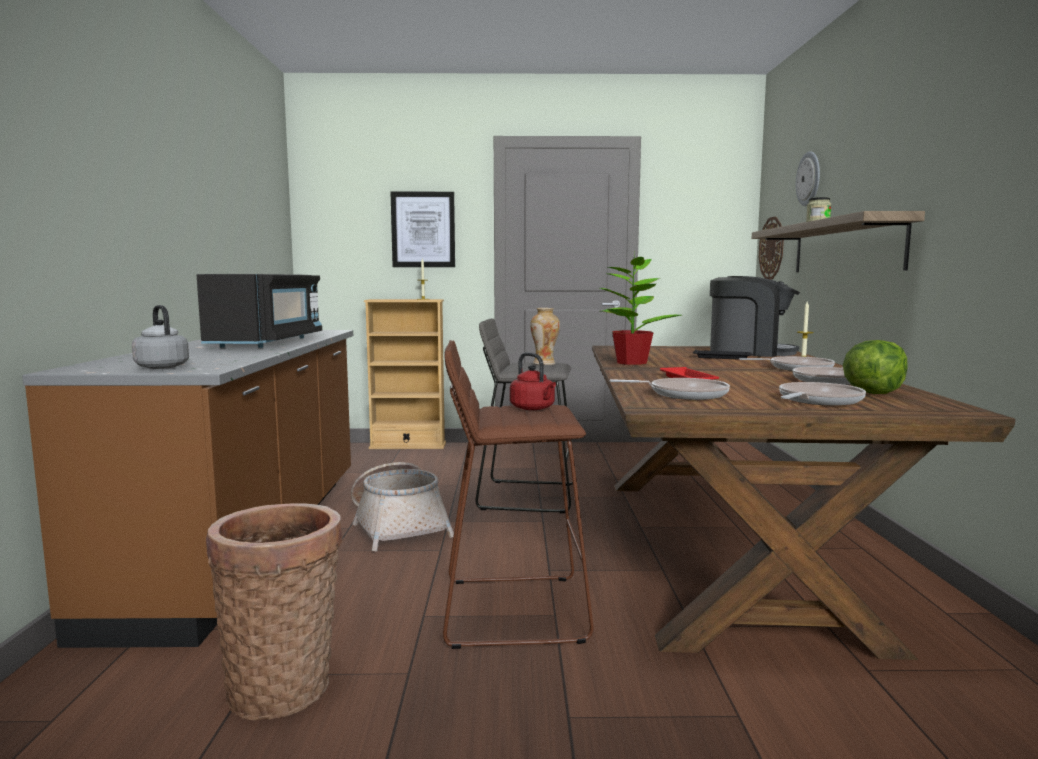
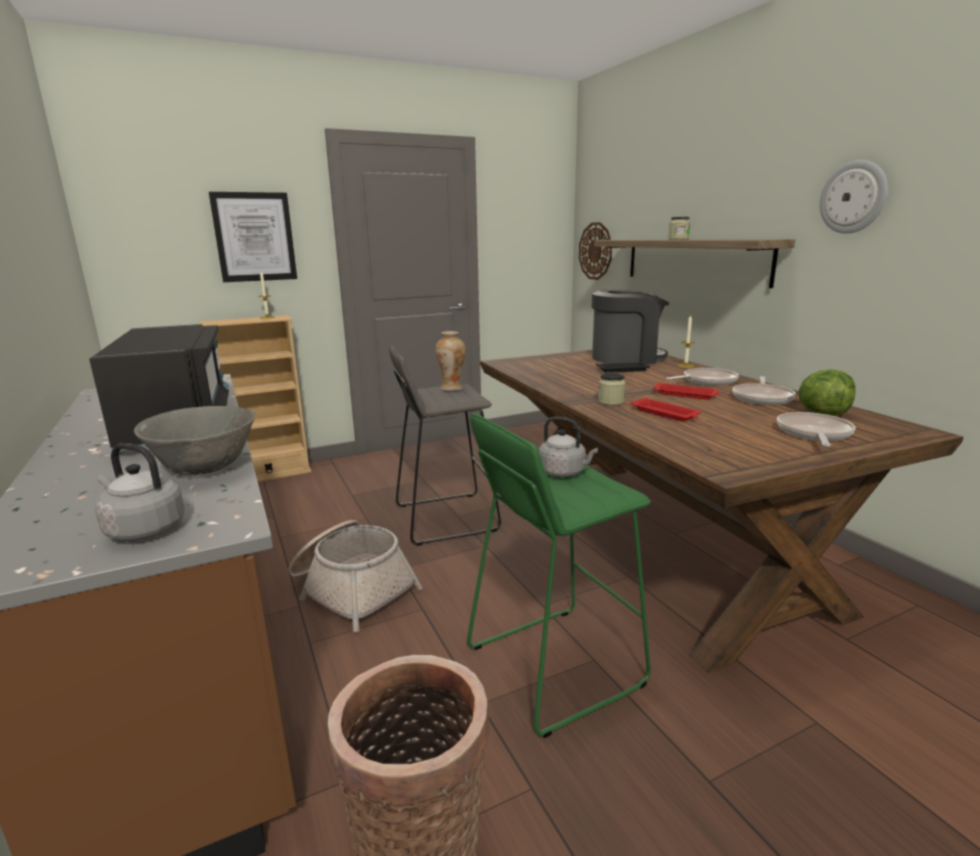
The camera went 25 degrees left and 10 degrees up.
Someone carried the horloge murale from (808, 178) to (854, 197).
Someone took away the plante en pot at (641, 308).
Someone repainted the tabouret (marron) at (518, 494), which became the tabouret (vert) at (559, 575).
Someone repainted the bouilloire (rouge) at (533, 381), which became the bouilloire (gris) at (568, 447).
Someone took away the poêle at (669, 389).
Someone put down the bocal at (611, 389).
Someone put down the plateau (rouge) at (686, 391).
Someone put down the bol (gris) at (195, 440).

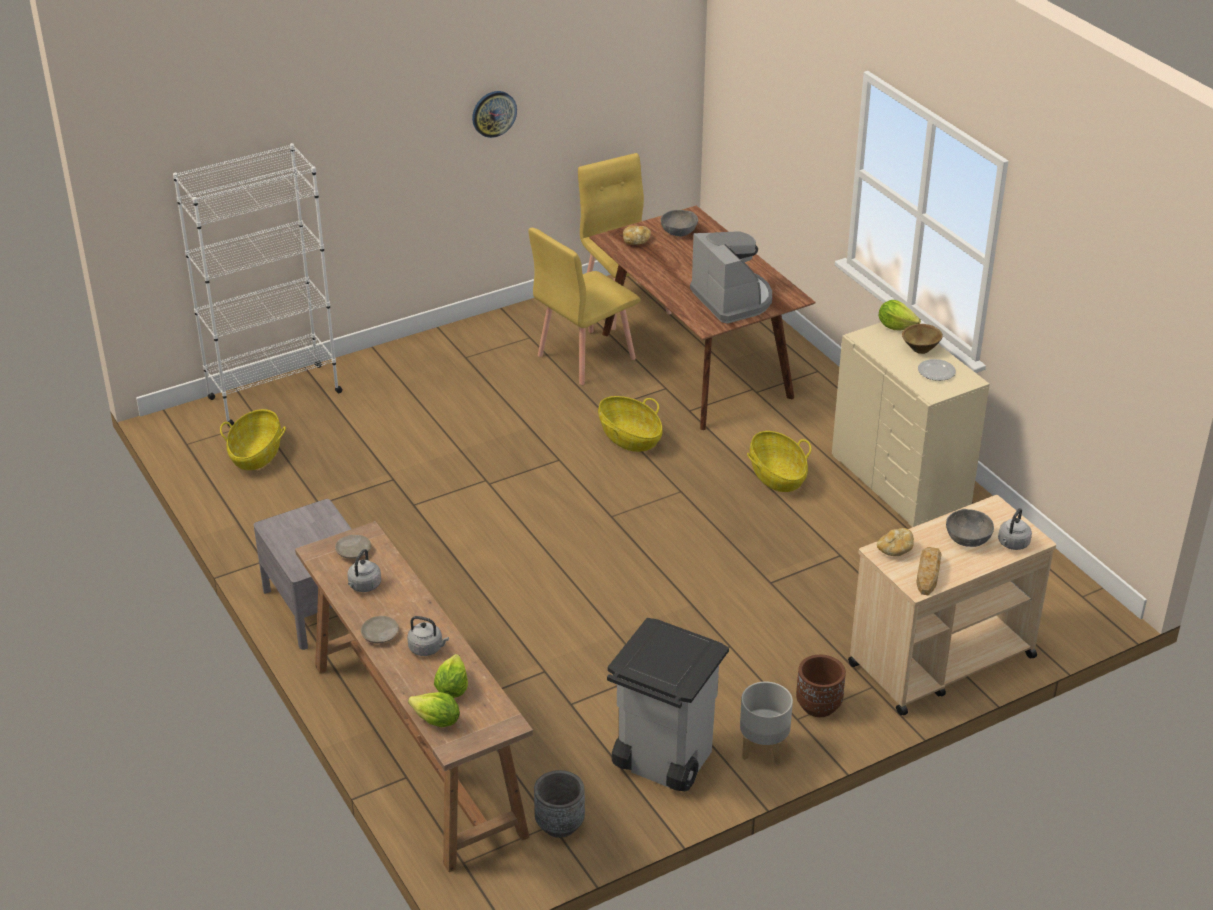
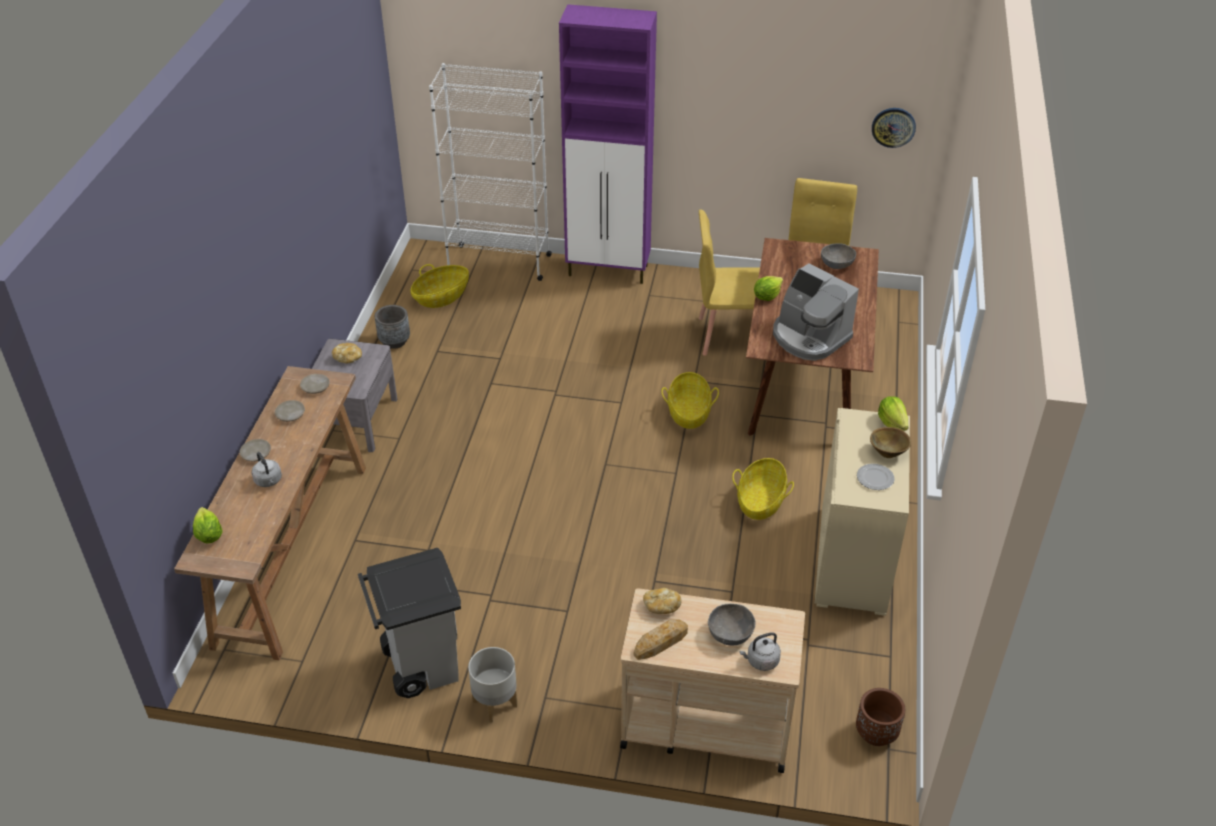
The camera went 40 degrees right and 5 degrees up.
Someone carried the horloge murale from (494, 114) to (894, 128).
Someone carried the pain from (637, 235) to (347, 353).
Someone rotated the machine à café at (731, 277) by 120 degrees clockwise.
Someone swapped the bouilloire (gris) at (364, 570) for the assiette (beige) at (290, 411).
Someone carried the laitue from (451, 676) to (768, 288).
Someone carried the cache-pot (marron) from (821, 686) to (880, 717).
Someone carried the cache-pot (gris) from (559, 804) to (392, 327).
Someone put down the meuble de rangement (violet) at (608, 144).

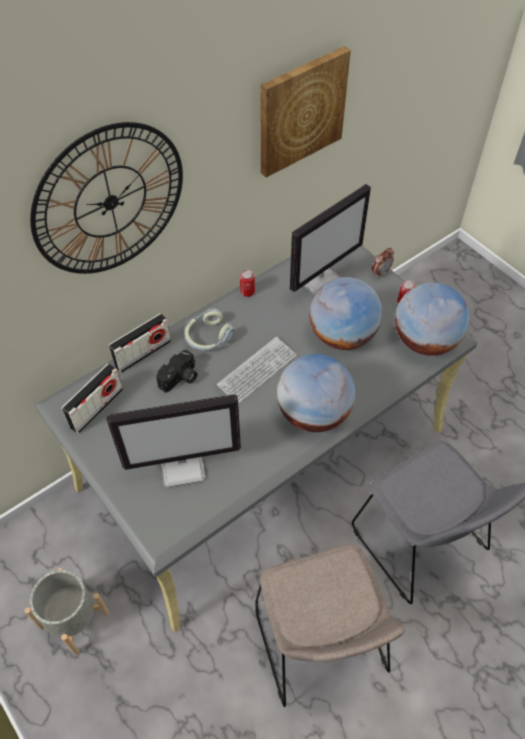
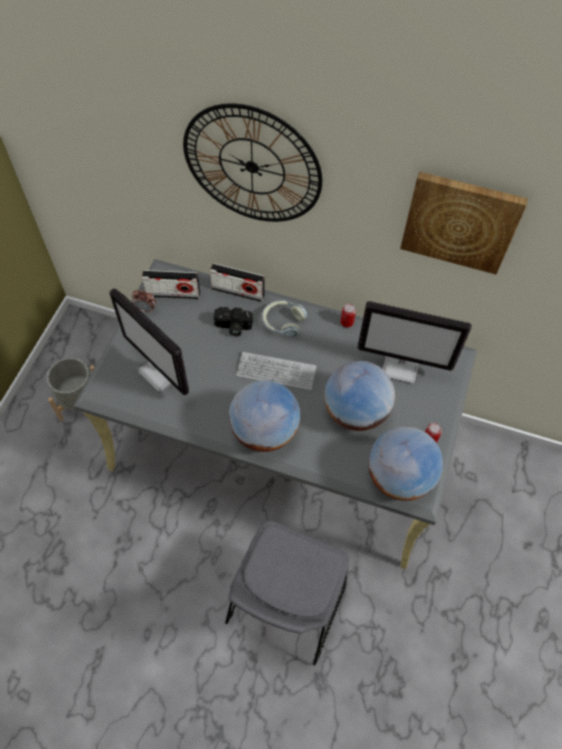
The camera went 55 degrees right and 5 degrees up.
Someone carried the réveil from (383, 263) to (144, 301).
Someone took away the chaise (beige) at (330, 625).

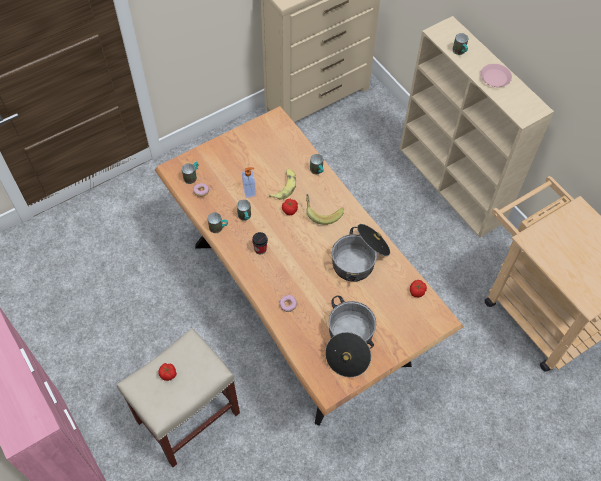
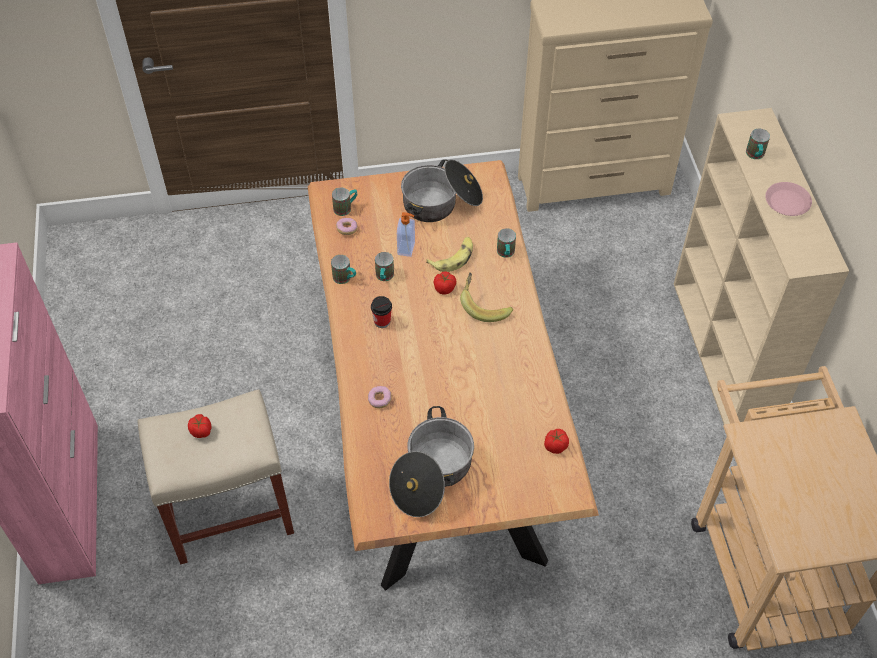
The camera went 25 degrees right and 5 degrees down.
Someone carried the marmite from (361, 252) to (442, 190).

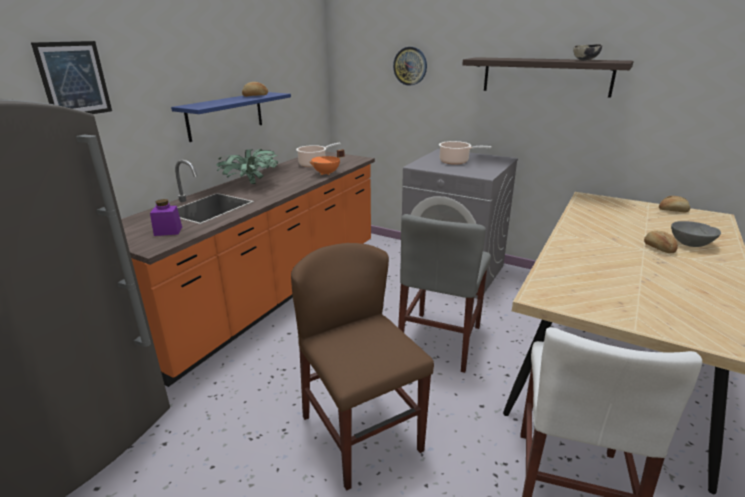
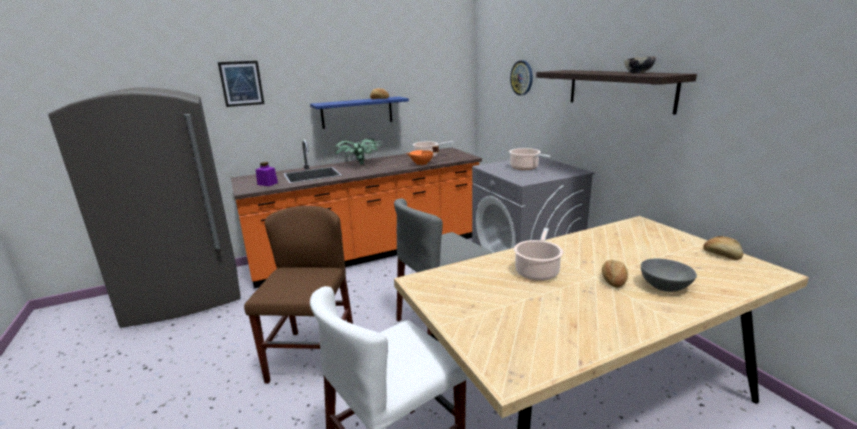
The camera went 35 degrees right and 5 degrees down.
Someone put down the marmite at (538, 254).

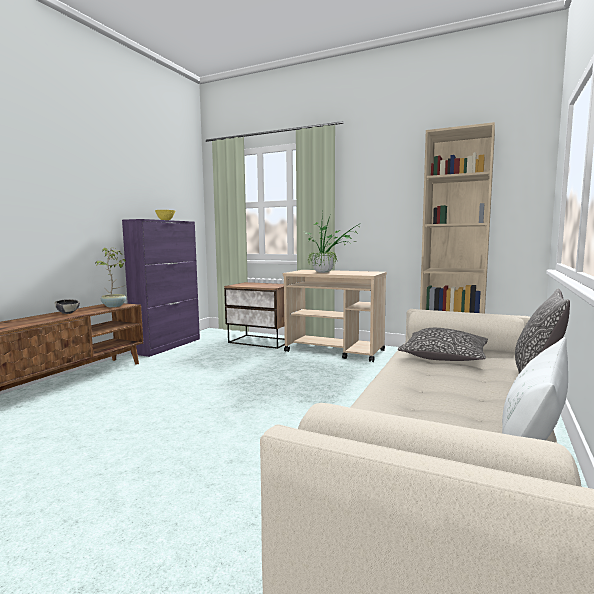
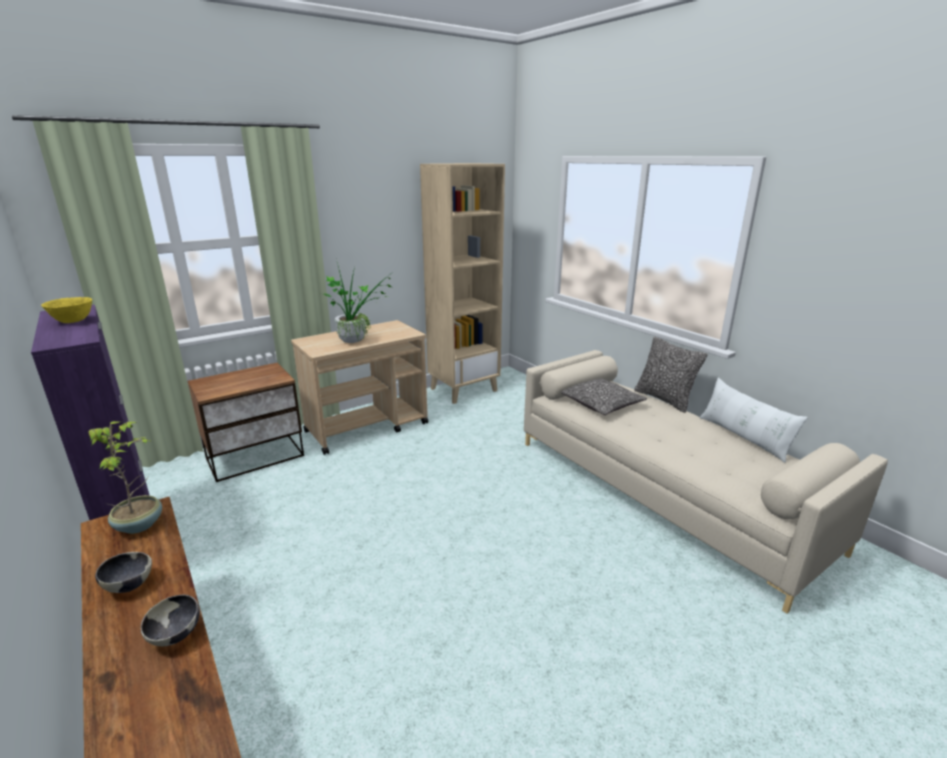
The camera went 60 degrees left and 15 degrees up.
Someone put down the bol at (170, 620).

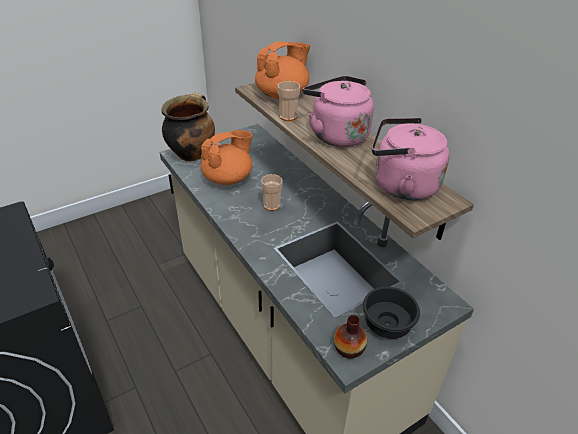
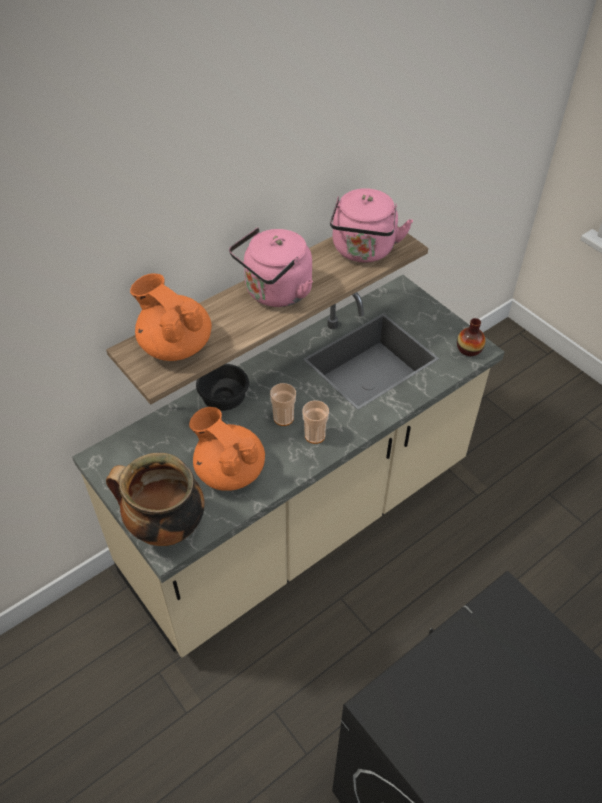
The camera went 95 degrees left and 10 degrees up.
Someone carried the tasse from (289, 101) to (316, 422).
Someone carried the bol (noir) from (391, 313) to (222, 387).

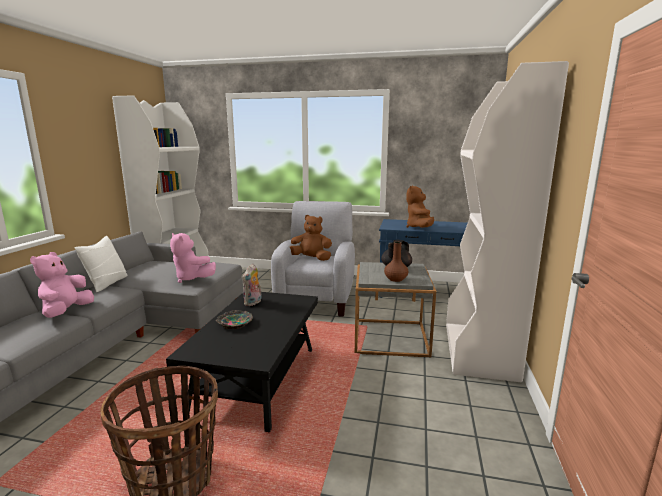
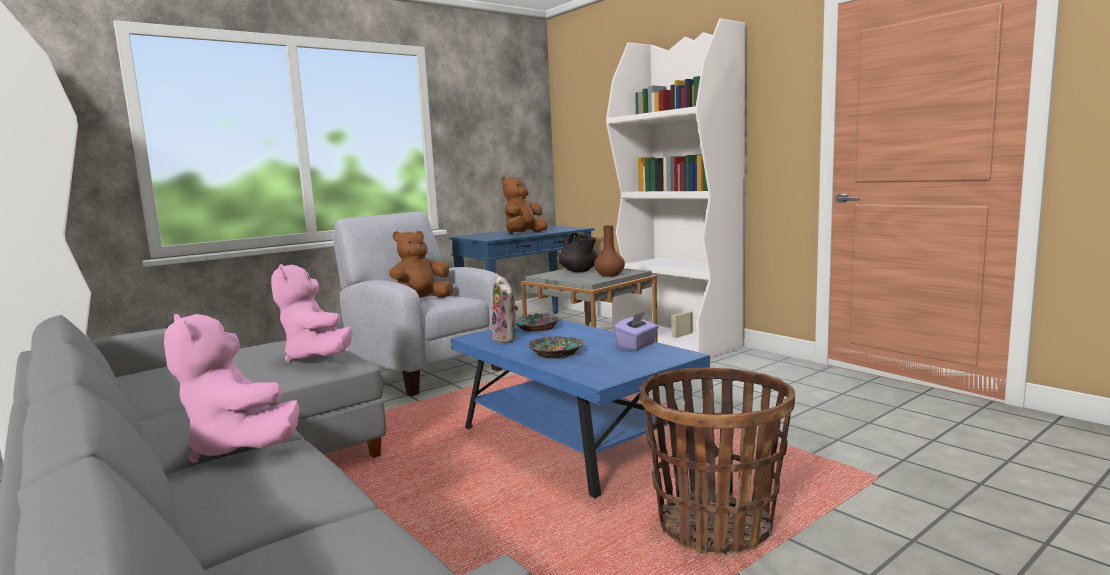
The camera went 50 degrees left and 5 degrees down.
Someone rotated the peluche (marron) at (420, 207) by 75 degrees clockwise.
Someone rotated the peluche (rose) at (193, 258) by 75 degrees clockwise.
Someone took away the coussin (blanc) at (101, 264).
Someone repainted the table basse (noir) at (242, 362), which became the table basse (bleu) at (580, 408).
Someone put down the boîte à mouchoirs (violet) at (635, 331).
Someone put down the bol at (538, 322).

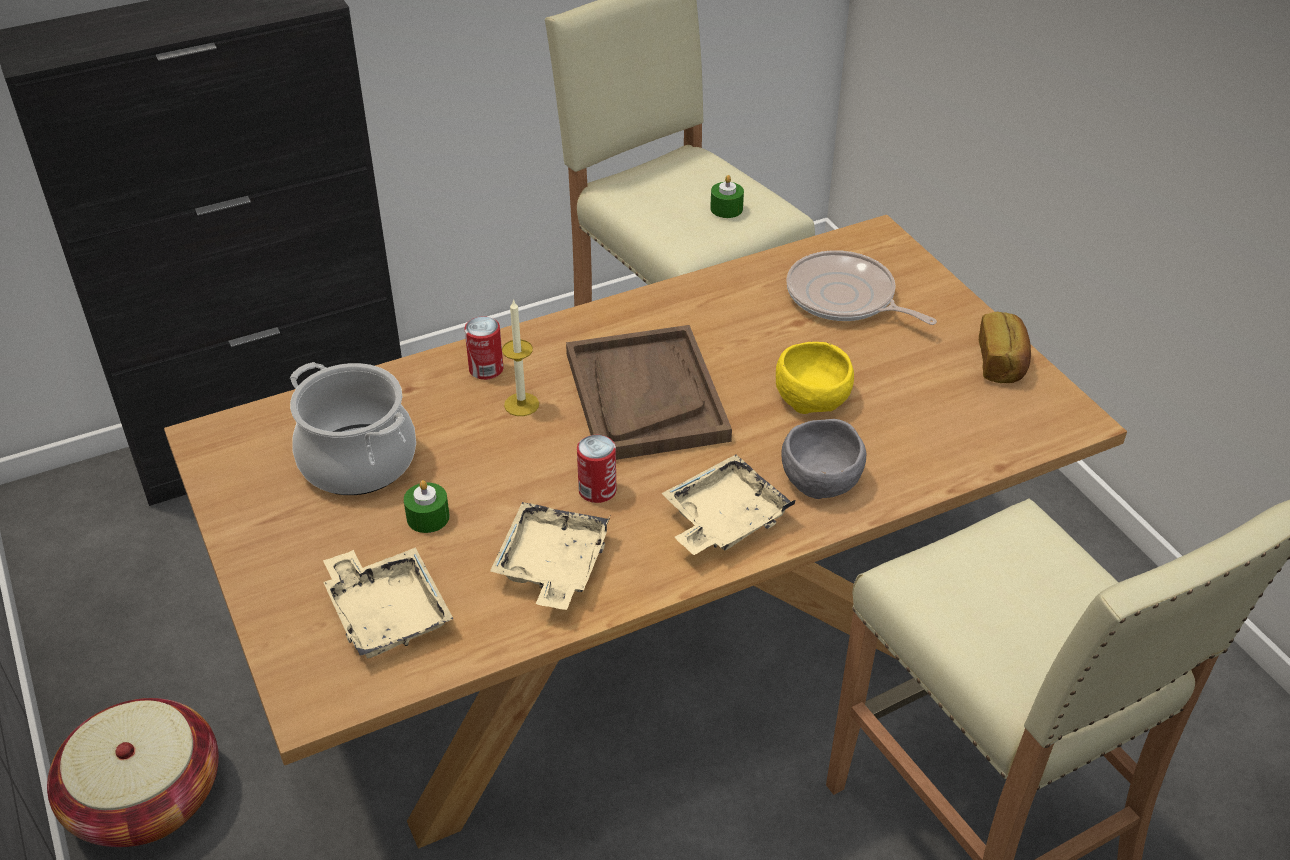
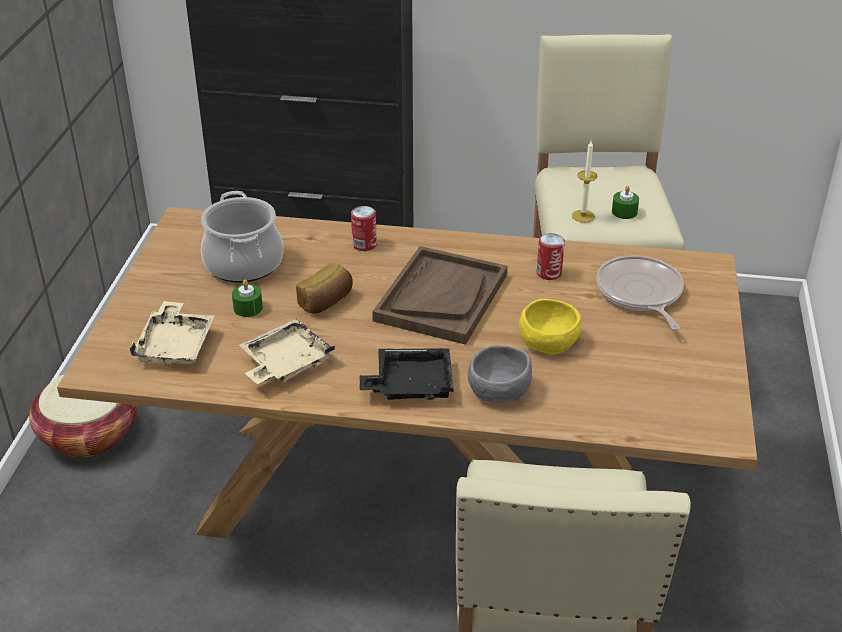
The camera went 35 degrees right and 5 degrees down.
Someone carried the bougie from (520, 357) to (585, 182).
Someone carried the pain from (1005, 347) to (324, 288).
Someone carried the boîte métallique from (596, 469) to (551, 256).
Someone repainted the plateau (beige) at (728, 505), which became the plateau (noir) at (407, 374).

